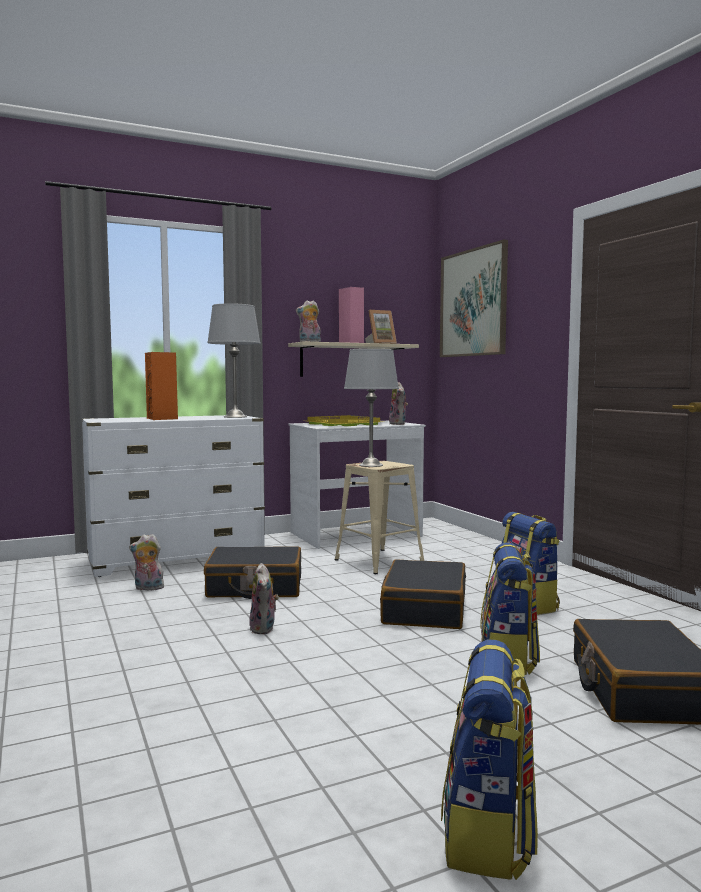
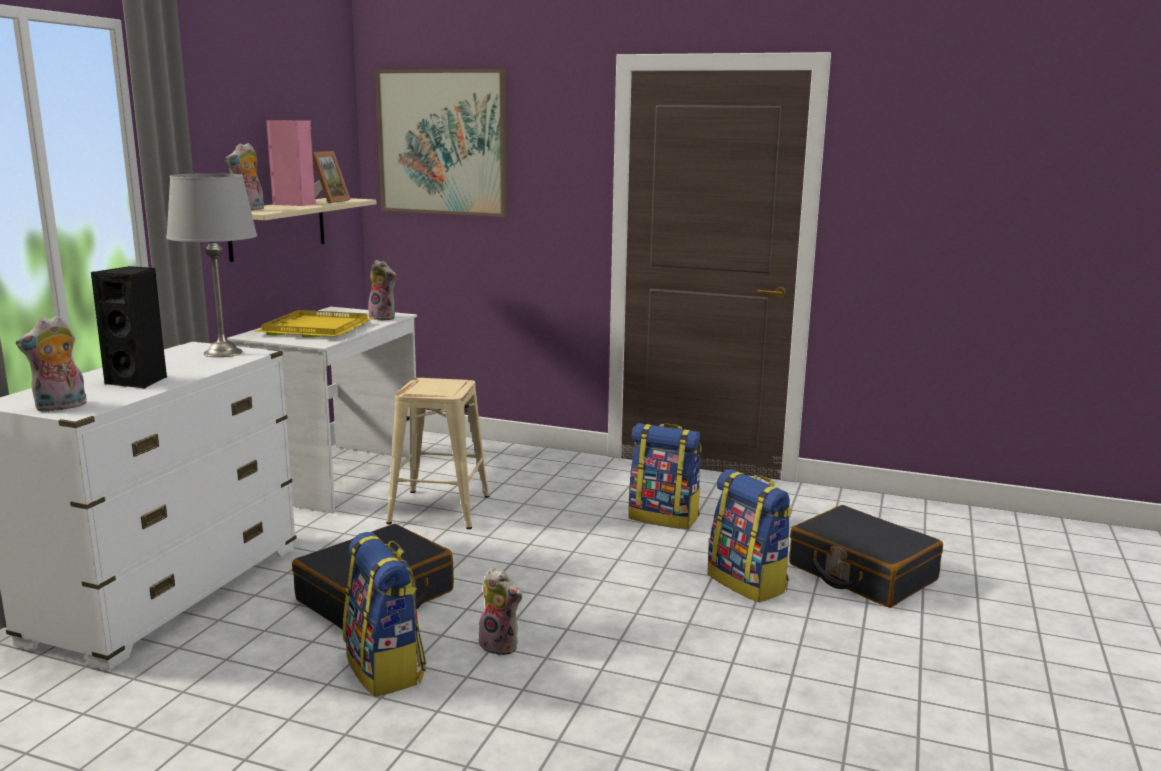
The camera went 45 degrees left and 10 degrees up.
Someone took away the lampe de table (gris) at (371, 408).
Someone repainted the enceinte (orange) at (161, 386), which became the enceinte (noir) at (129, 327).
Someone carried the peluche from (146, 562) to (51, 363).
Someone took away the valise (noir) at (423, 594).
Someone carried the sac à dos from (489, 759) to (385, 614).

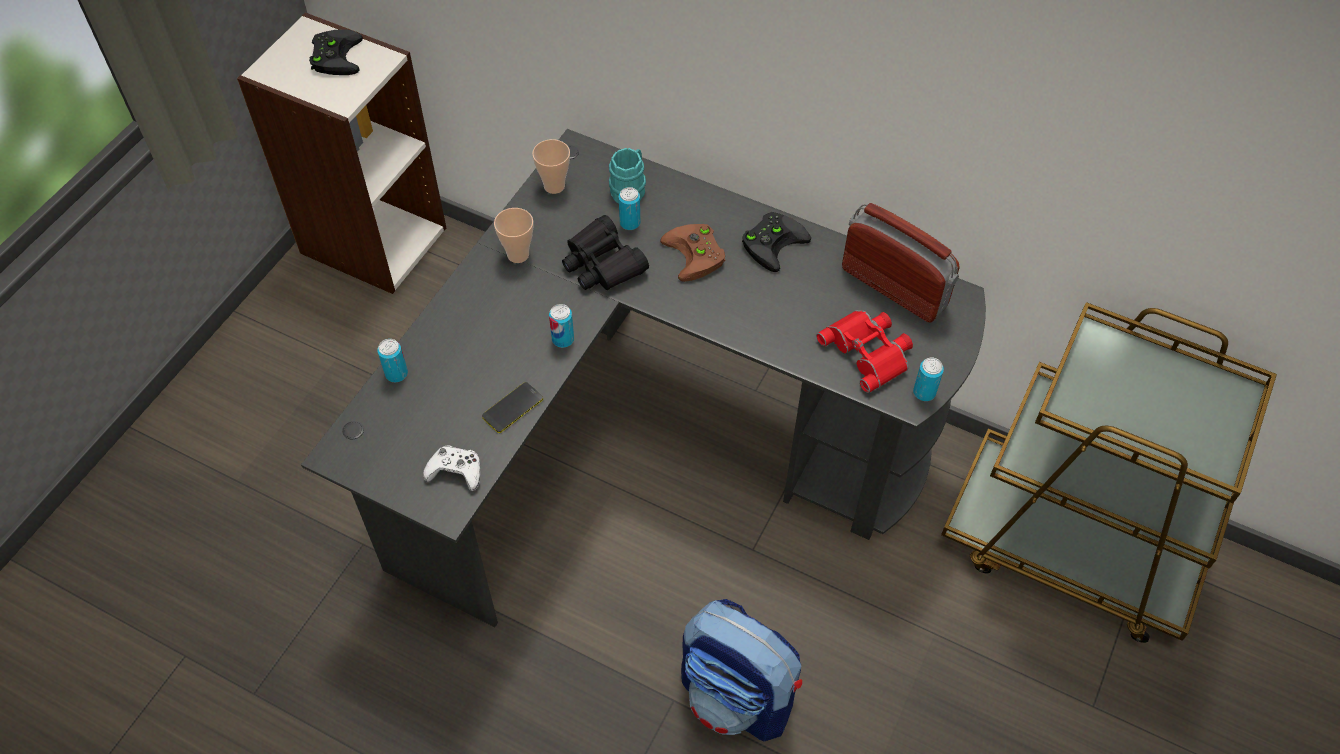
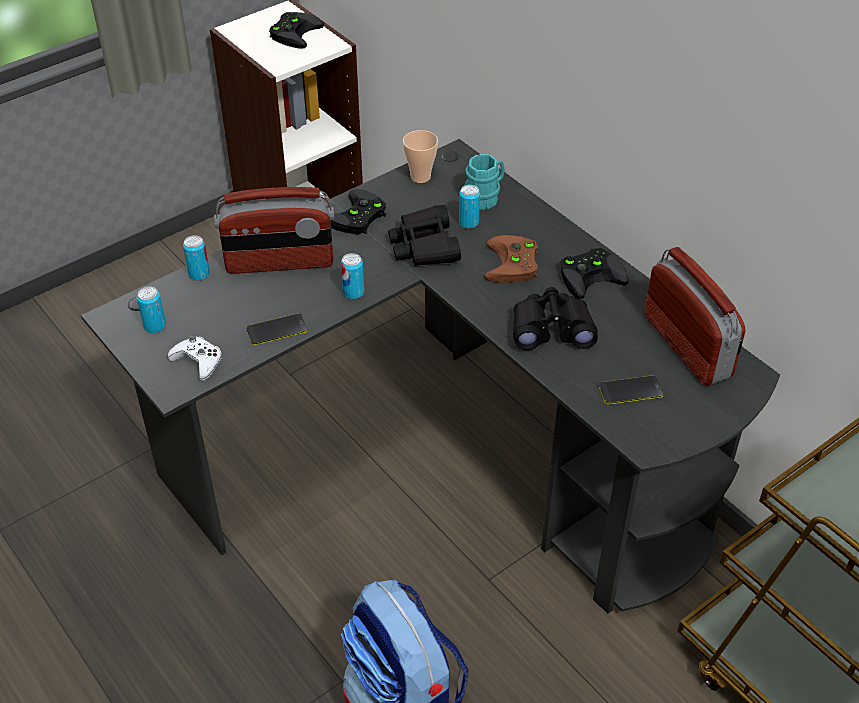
The camera went 25 degrees right and 10 degrees down.
Someone swapped the tasse at (513, 235) for the manette (noir) at (358, 212).
Someone swapped the jumelles (rouge) at (864, 351) for the téléphone at (631, 390).
Someone carried the boîte métallique from (928, 379) to (151, 310).
Someone put down the radio at (274, 230).
Someone put down the jumelles (noir) at (555, 318).

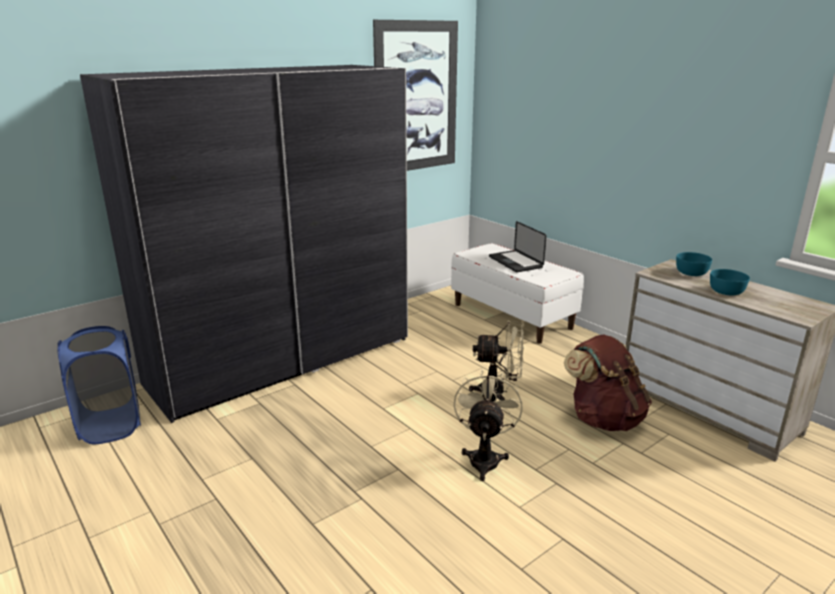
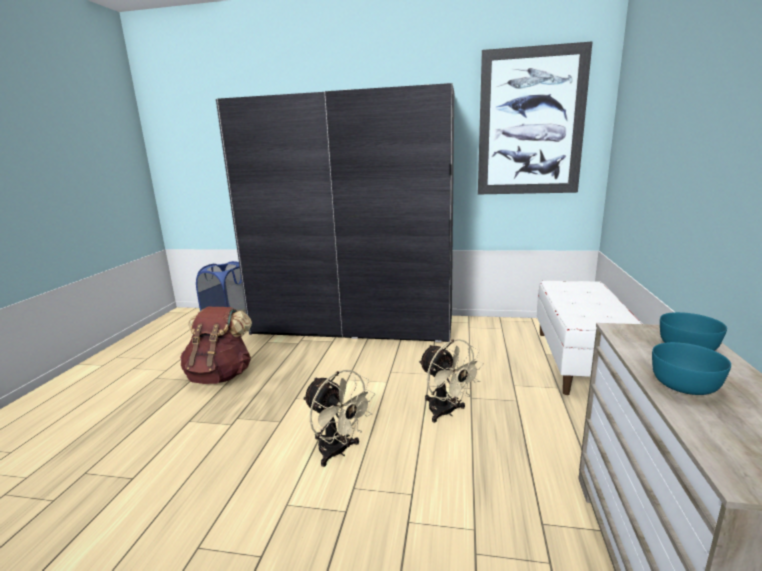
The camera went 50 degrees right and 5 degrees down.
Someone took away the ordinateur portable at (517, 246).
Someone carried the sac à dos (marron) from (608, 382) to (216, 345).
Someone rotated the ventilateur (beige) at (488, 425) by 75 degrees clockwise.

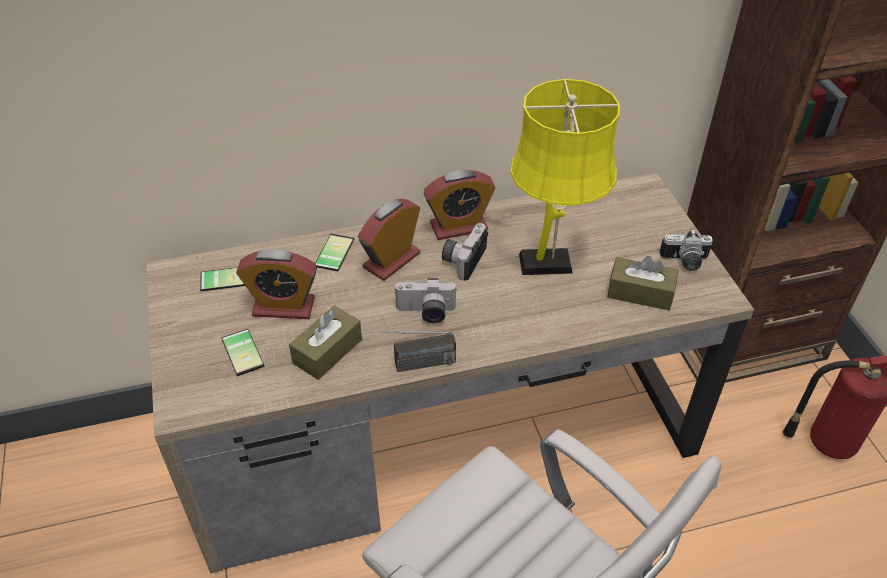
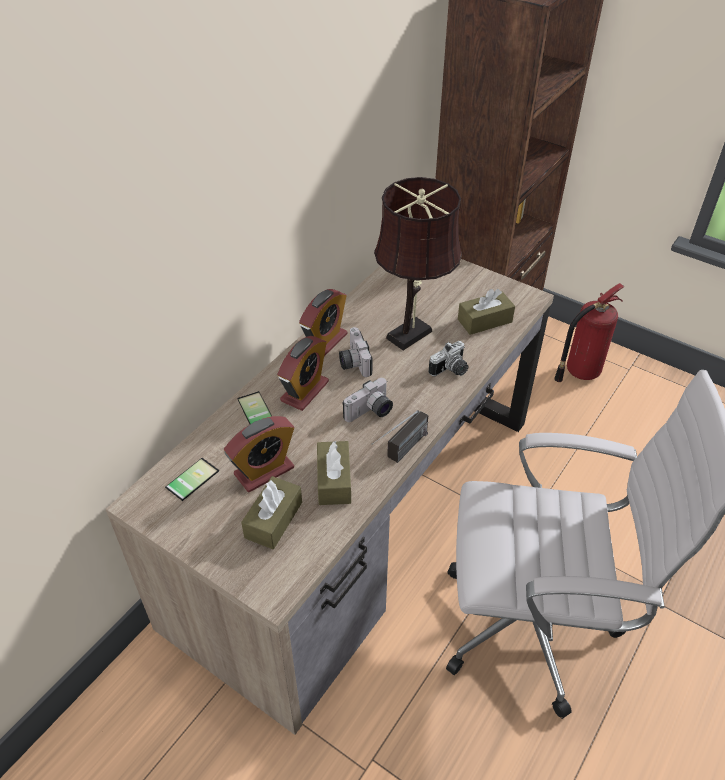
The camera went 40 degrees left and 0 degrees up.
Someone repainted the lampe de table (jaune) at (565, 177), which became the lampe de table (marron) at (418, 264).
Someone rotated the réveil at (389, 240) by 150 degrees counterclockwise.
Someone carried the appareil photo from (686, 250) to (448, 358).
Someone swapped the téléphone at (243, 352) for the boîte à mouchoirs (marron) at (271, 512).

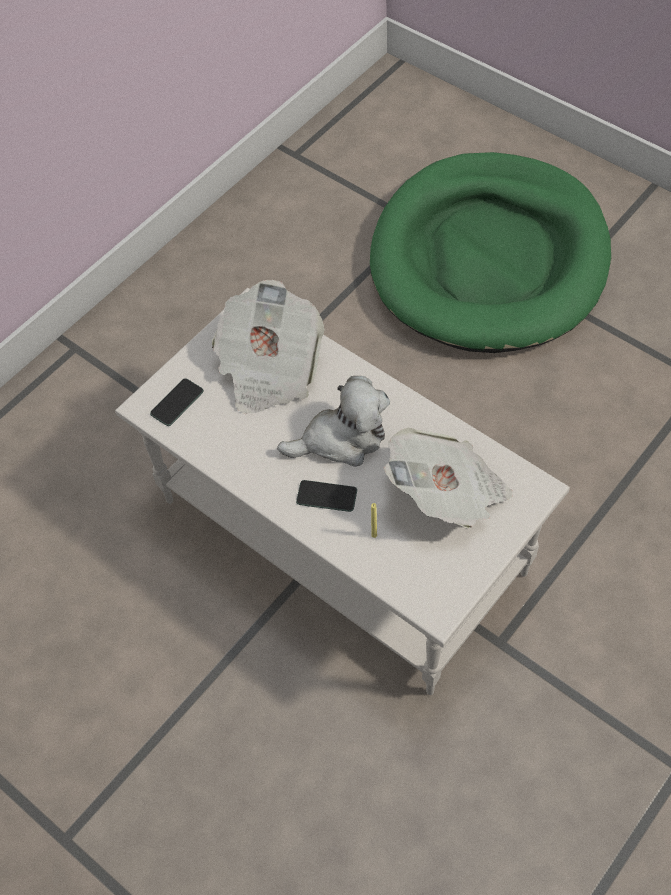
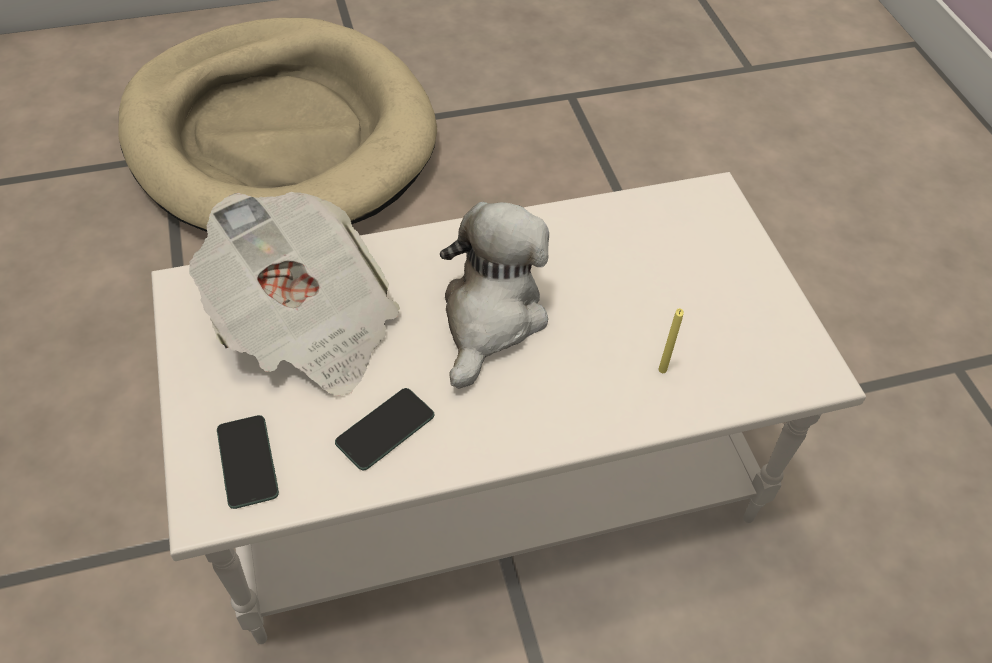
The camera went 60 degrees left and 5 degrees down.
Someone repainted the panier pour chien (vert) at (490, 252), which became the panier pour chien (beige) at (277, 125).
Someone took away the journal at (448, 478).
Someone carried the téléphone from (326, 496) to (385, 429).

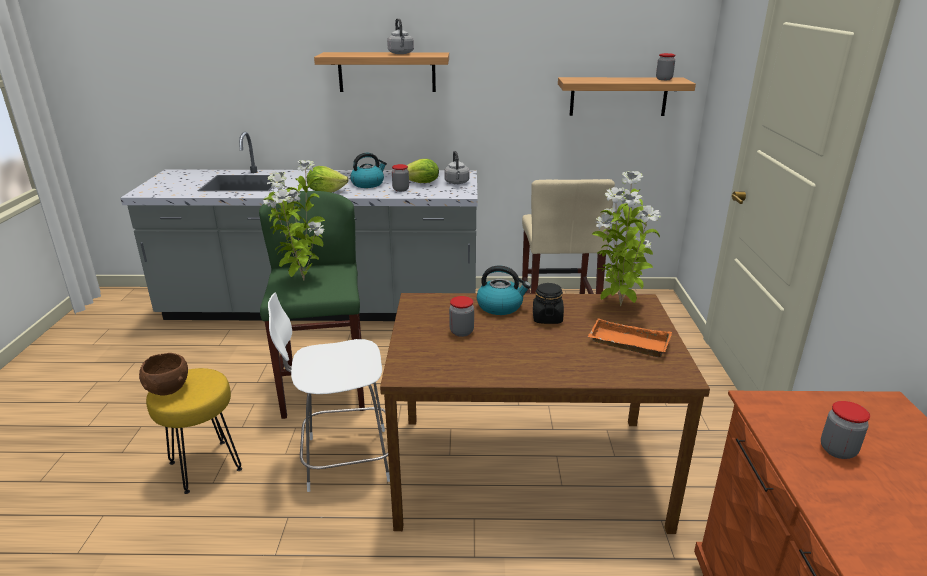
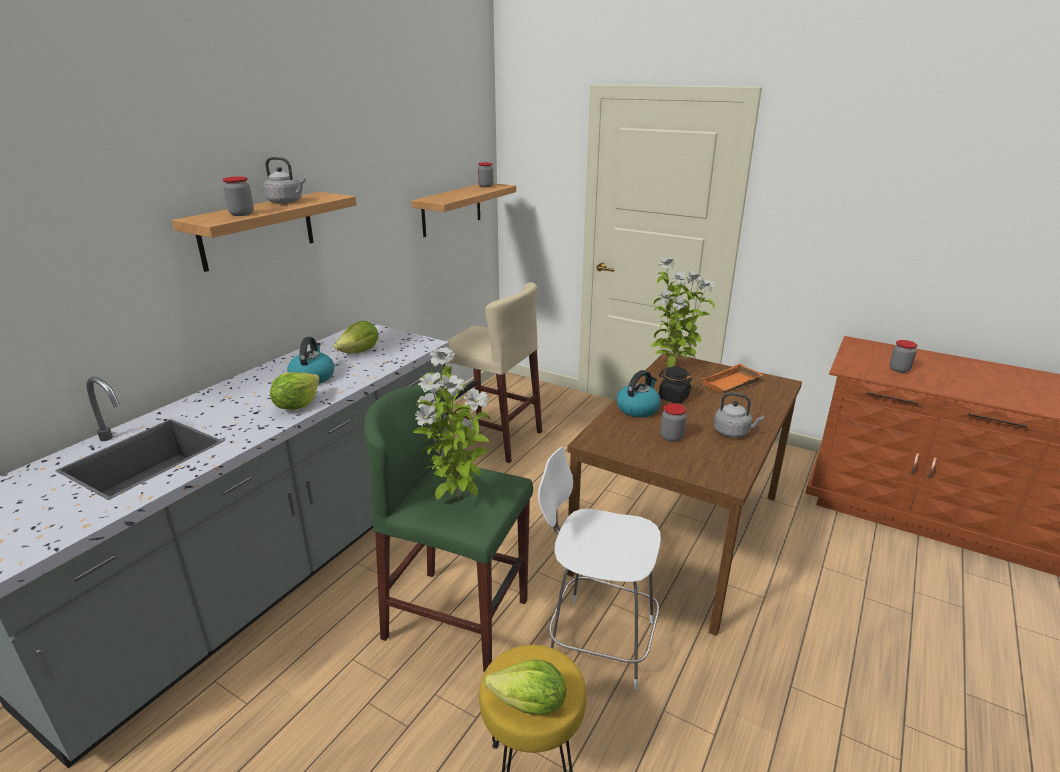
The camera went 60 degrees left and 0 degrees up.
Someone carried the bouilloire (gris) from (457, 167) to (739, 415).
Someone carried the bocal from (400, 178) to (238, 196).
Someone rotated the chaise (blanc) at (329, 392) by 90 degrees clockwise.
Someone swapped the bol (marron) at (163, 374) for the laitue at (525, 687).

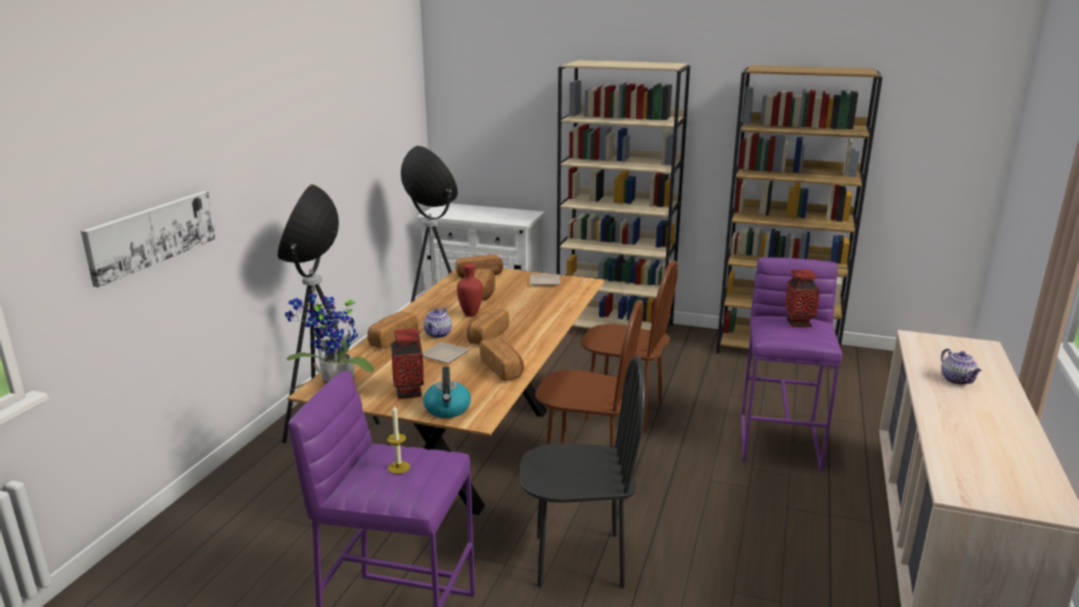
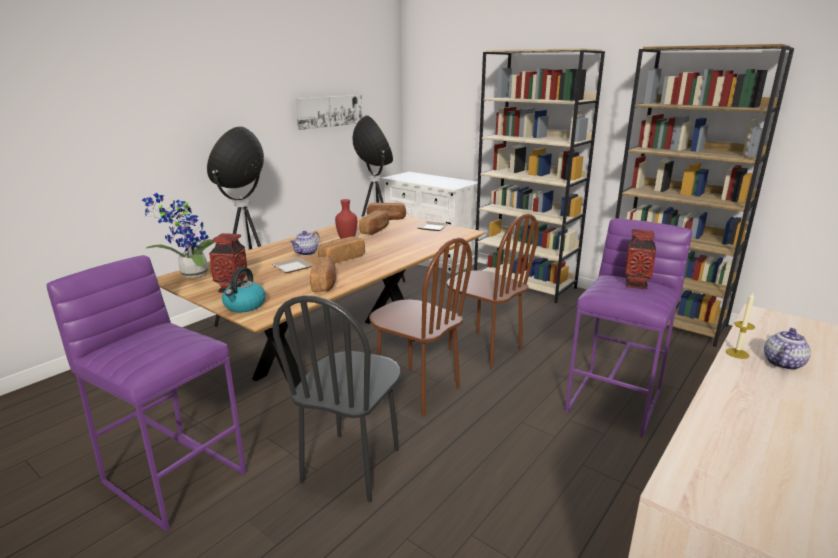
The camera went 20 degrees right and 0 degrees up.
Someone carried the tableau from (148, 239) to (329, 112).
Someone took away the pain at (392, 330).
Someone rotated the théière at (961, 367) by 150 degrees counterclockwise.
Someone rotated the chaise (noir) at (583, 472) by 90 degrees clockwise.
Someone carried the bougie from (398, 439) to (740, 326).

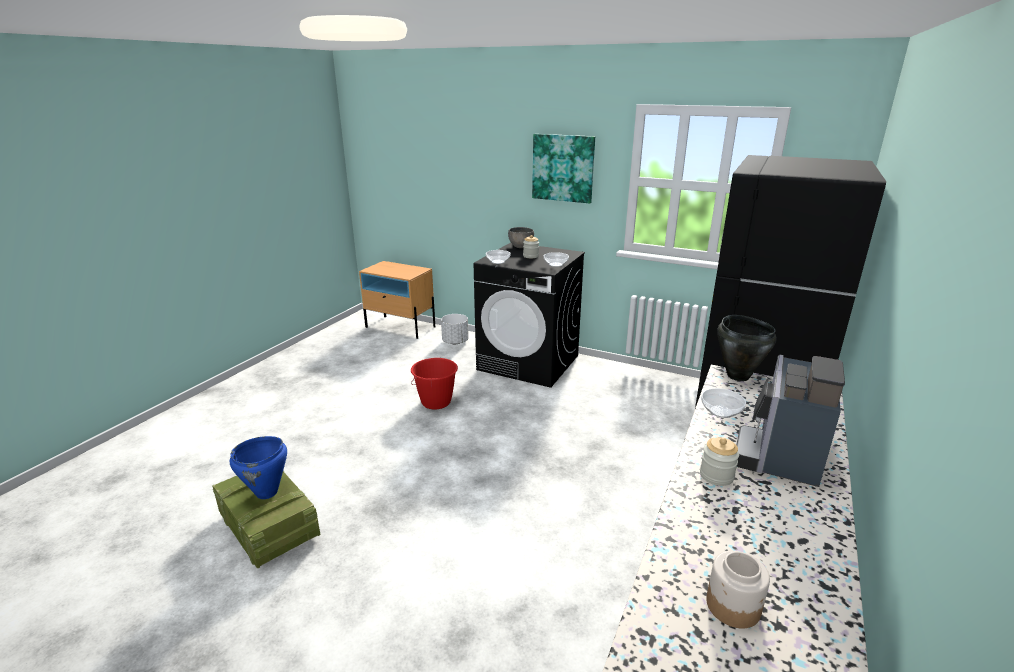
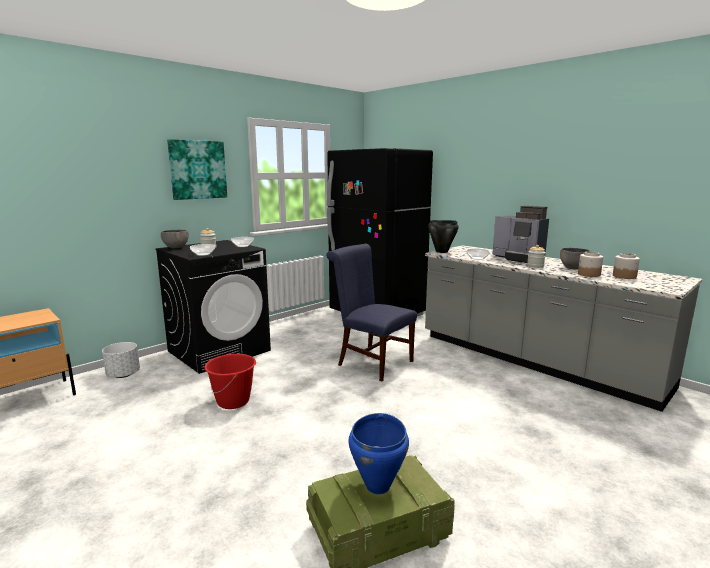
The camera went 70 degrees left and 10 degrees down.
Someone put down the chaise (bleu) at (371, 313).
Someone put down the bol (gris) at (575, 258).
Someone put down the bocal at (590, 264).

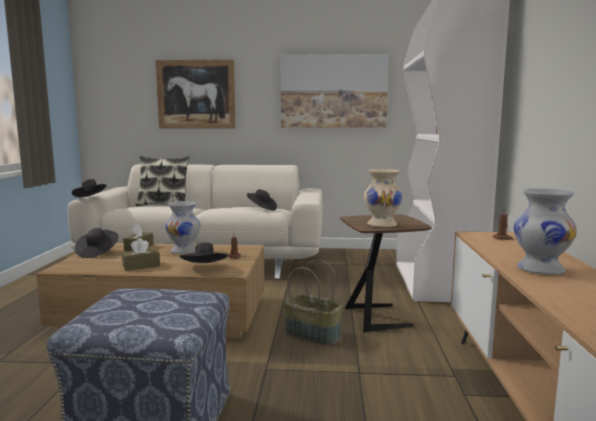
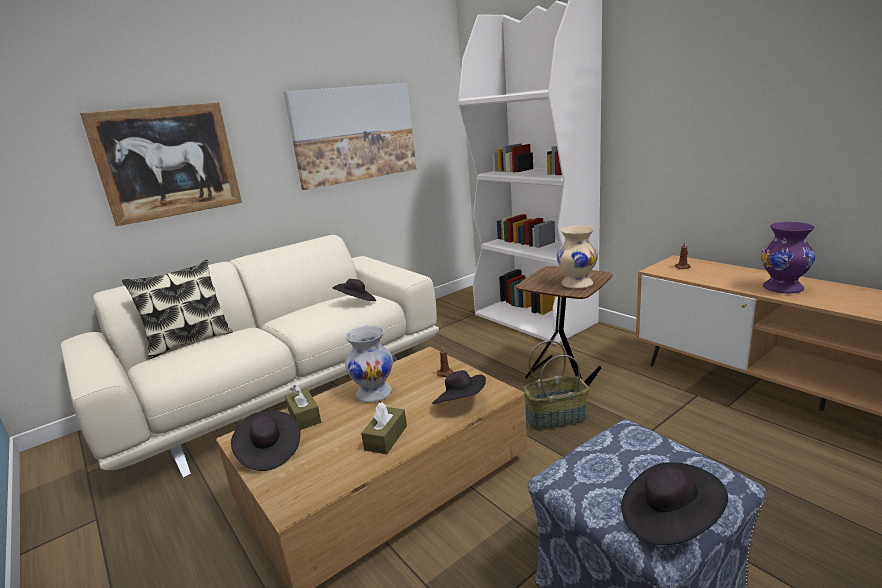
The camera went 40 degrees left and 10 degrees up.
Someone carried the chapeau (noir) from (89, 188) to (674, 503).
Someone repainted the vase (blanc) at (545, 231), which became the vase (violet) at (788, 257).

